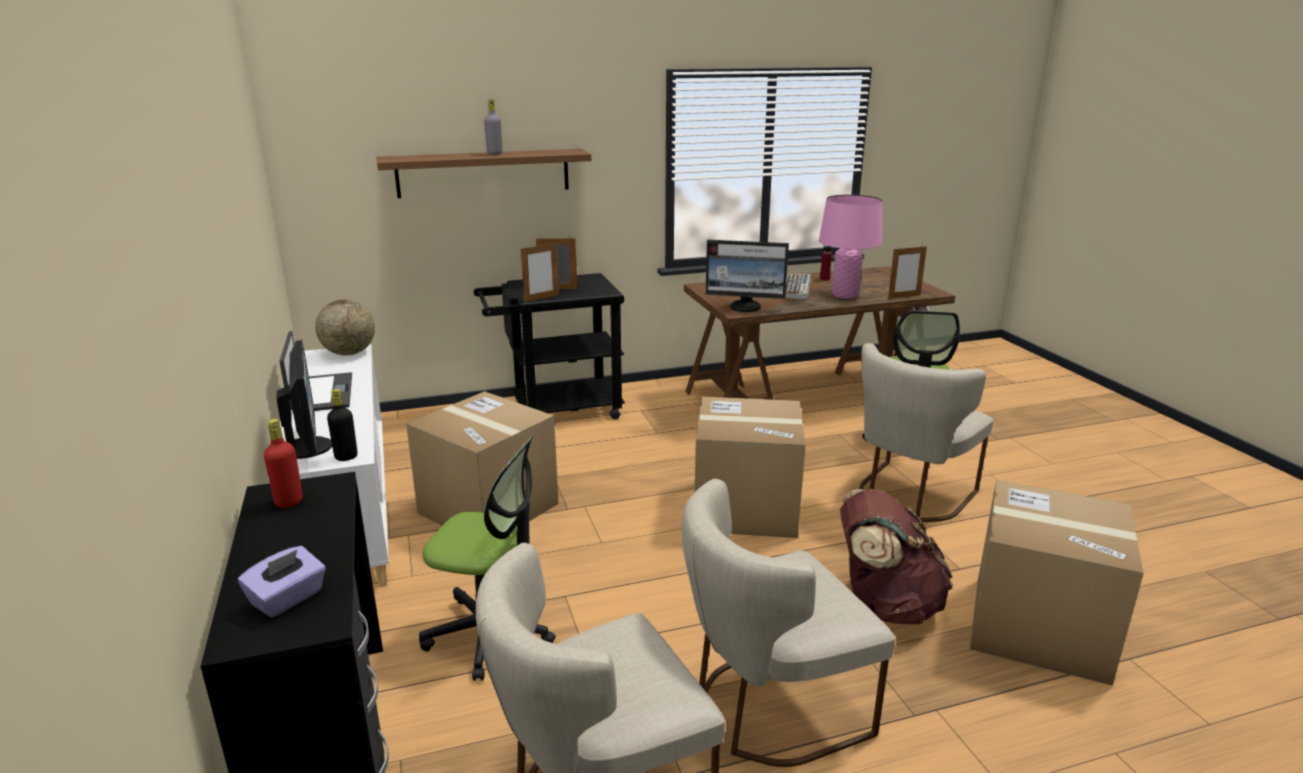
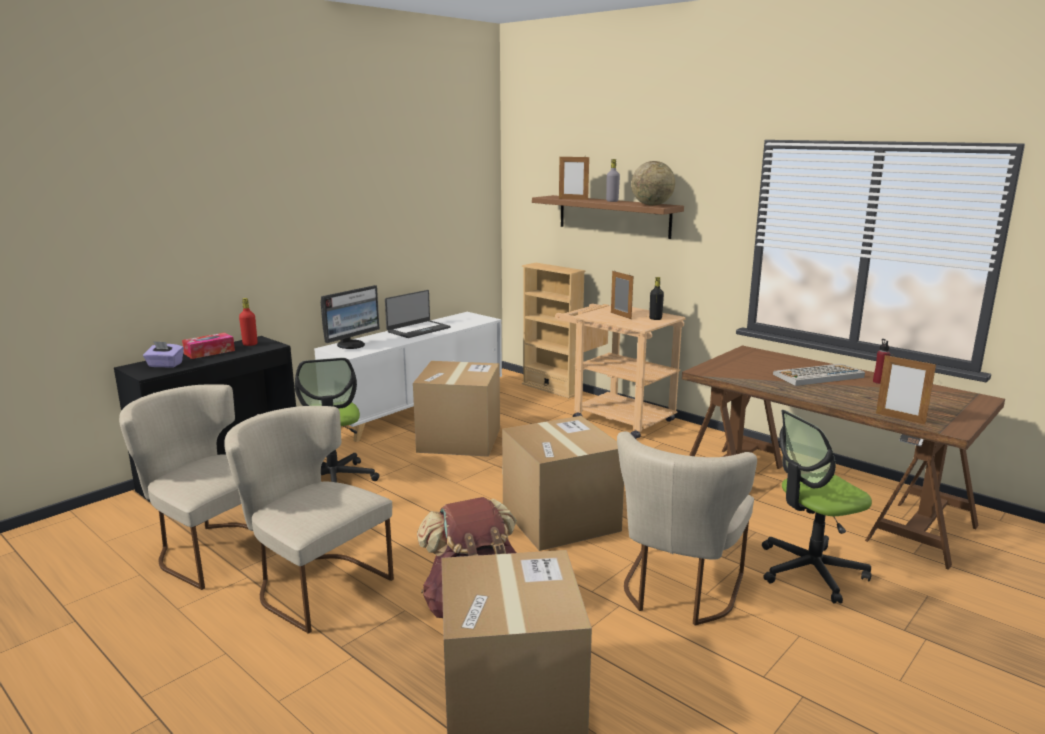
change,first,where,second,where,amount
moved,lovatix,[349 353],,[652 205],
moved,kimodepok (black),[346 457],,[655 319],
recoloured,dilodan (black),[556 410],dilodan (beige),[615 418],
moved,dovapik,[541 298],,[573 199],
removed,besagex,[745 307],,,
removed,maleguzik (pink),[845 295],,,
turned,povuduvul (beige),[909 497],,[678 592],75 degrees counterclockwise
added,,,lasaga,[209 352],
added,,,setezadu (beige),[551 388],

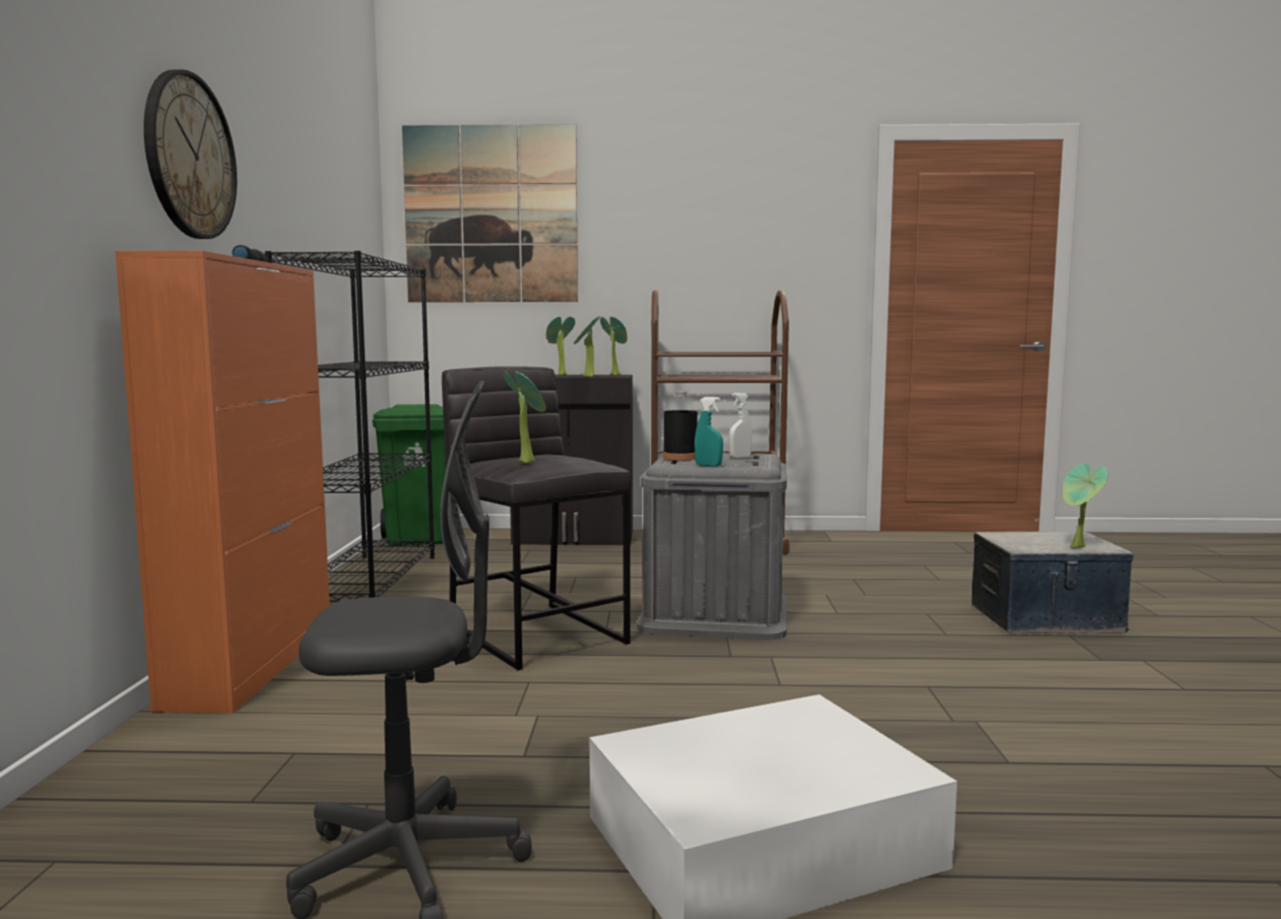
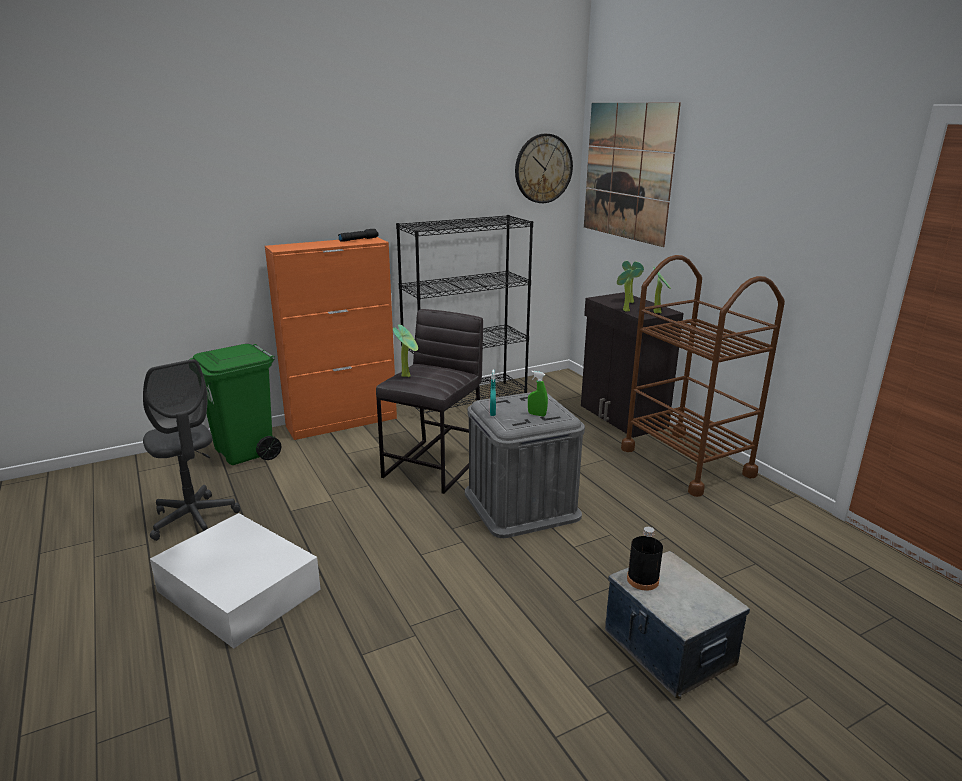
change,first,where,second,where,amount
moved,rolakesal,[190 156],,[543 168],
moved,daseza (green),[420 540],,[245 452],
moved,kimodepok (black),[680 458],,[642 580],
recoloured,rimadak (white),[740 457],rimadak (green),[537 414],
removed,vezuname,[1078 548],,,

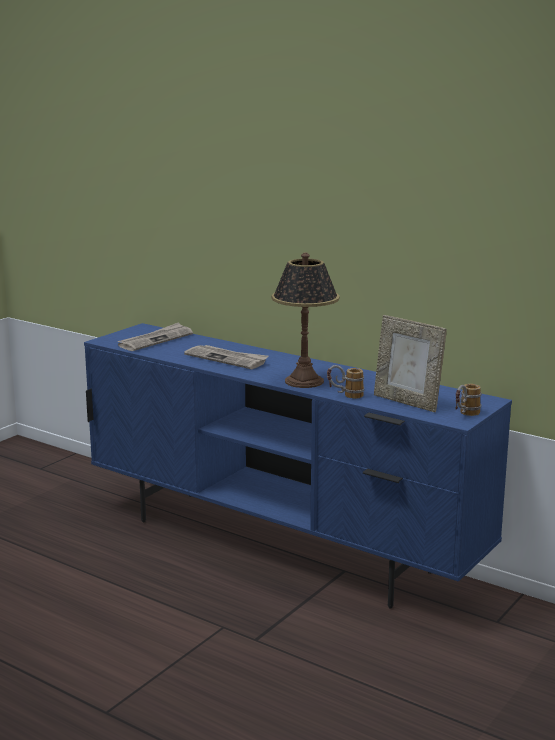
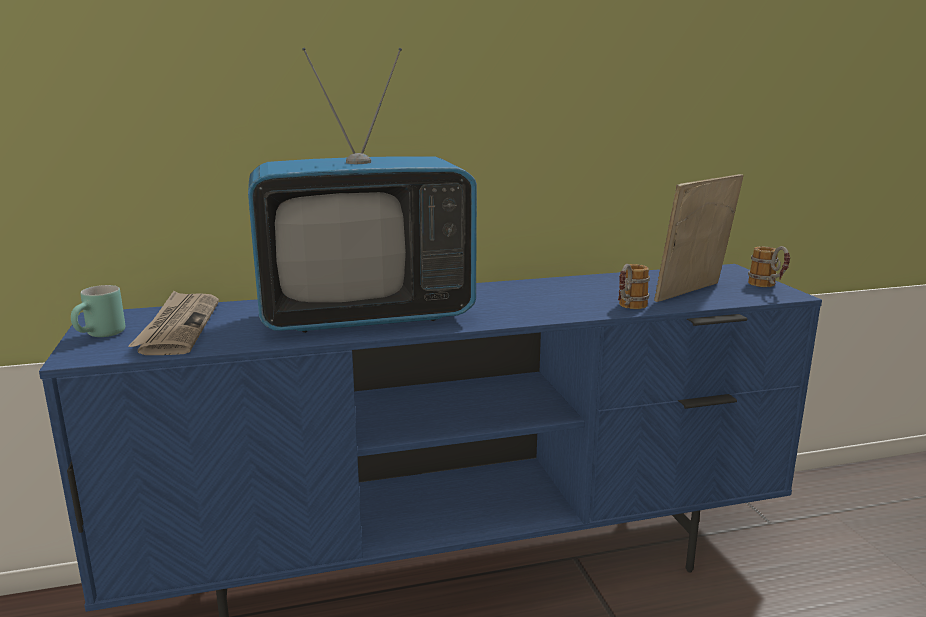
change,first,where,second,where,amount
replaced,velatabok,[227 359],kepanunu,[366 316],
removed,maleguzik,[304 381],,,
turned,dovapik,[407 402],,[693 293],150 degrees clockwise
added,,,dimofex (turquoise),[102 336],

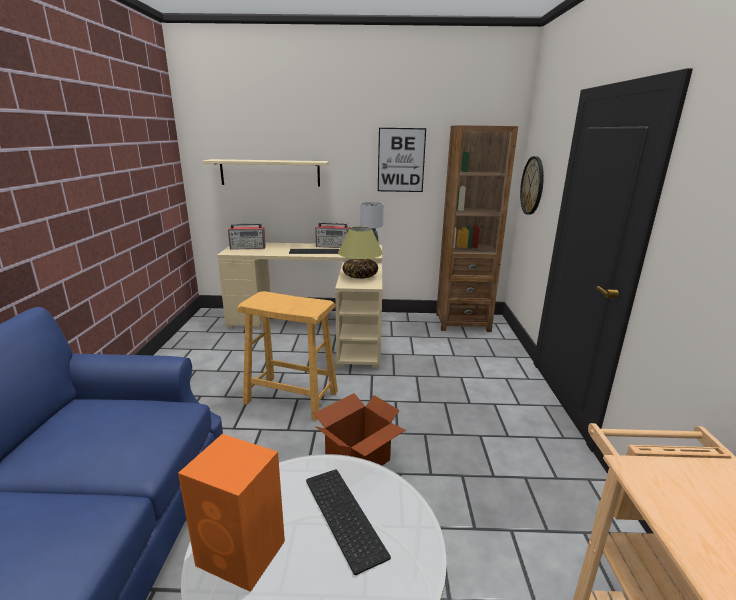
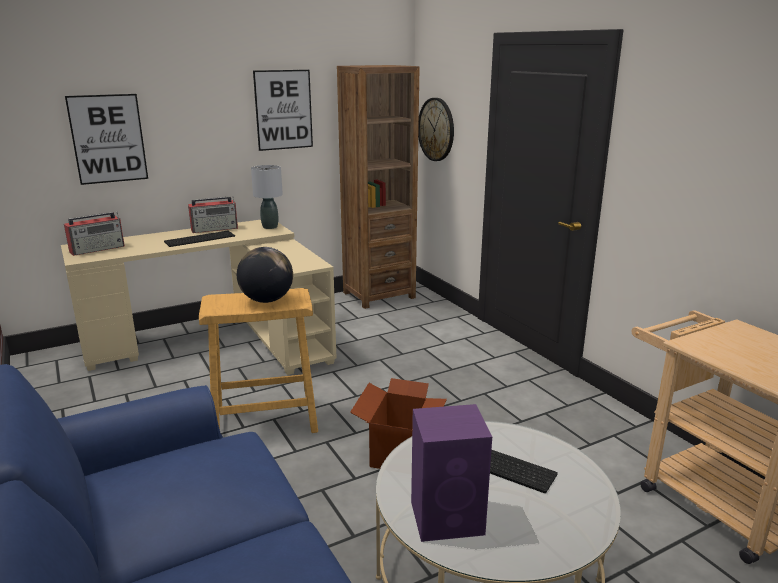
change,first,where,second,where,amount
recoloured,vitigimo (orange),[243 554],vitigimo (purple),[449 518],
replaced,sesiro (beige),[270 173],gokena,[108 139],
removed,maleguzik,[360 276],,,
added,,,lovatix,[267 300],

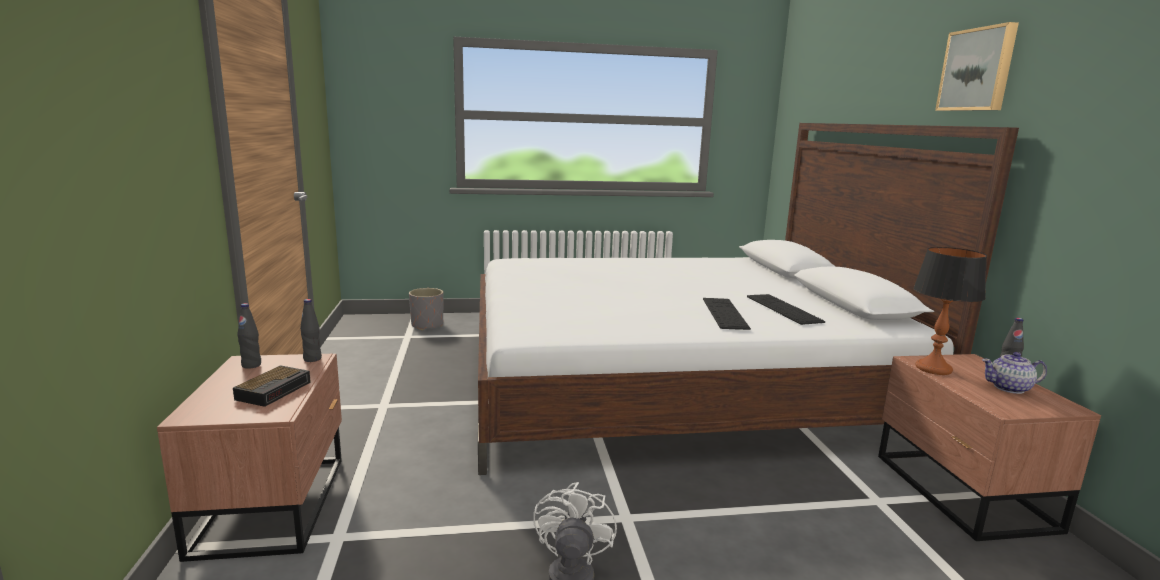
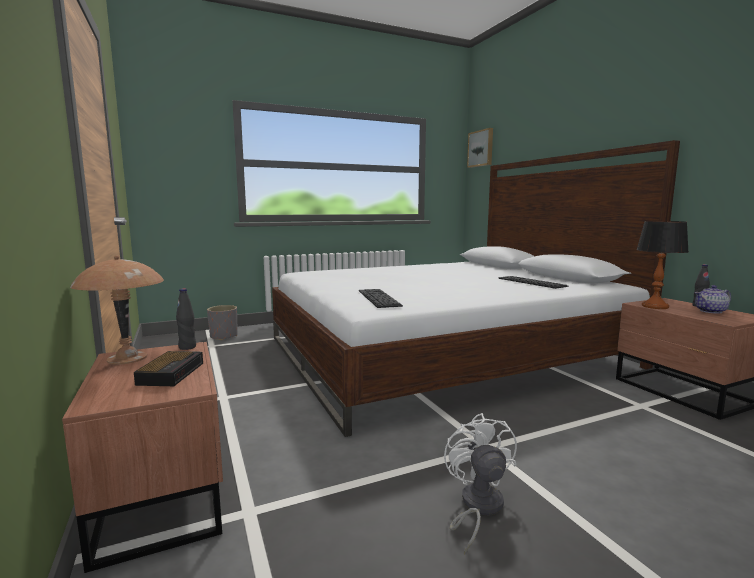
change,first,where,second,where,amount
replaced,kimodepok (black),[251 365],maleguzik (brown),[128 358],
moved,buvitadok,[724 313],,[378 298],
moved,gokena,[978 70],,[481 148],

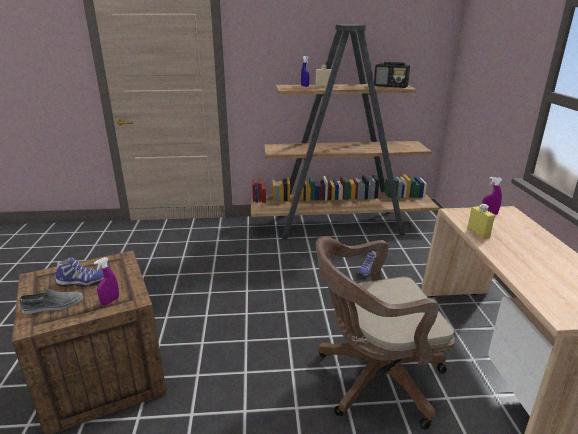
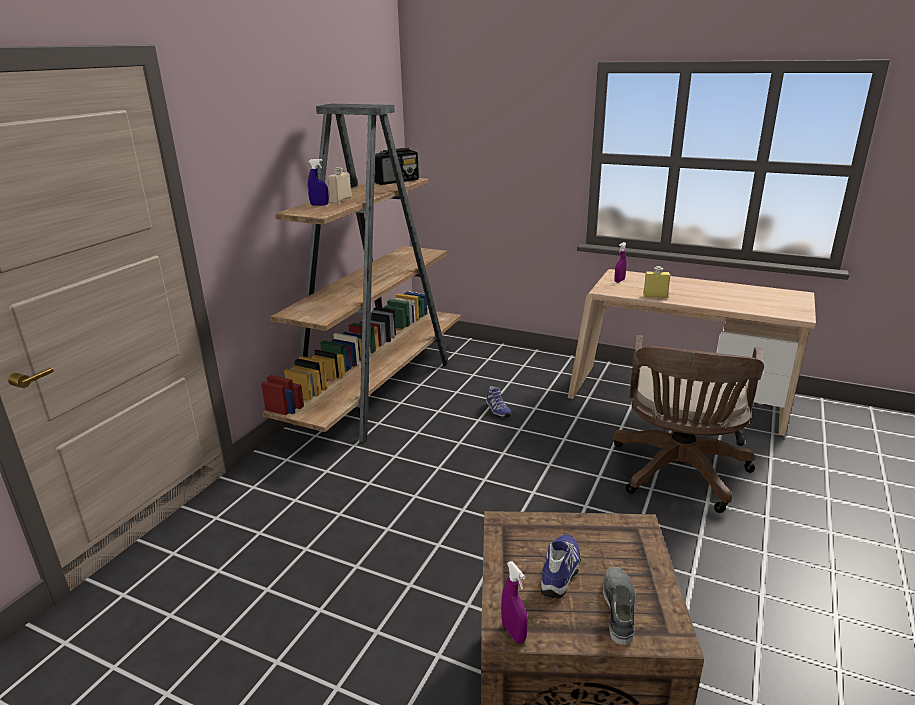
change,first,where,second,where,amount
moved,rimadak (purple),[110 301],,[513 633],

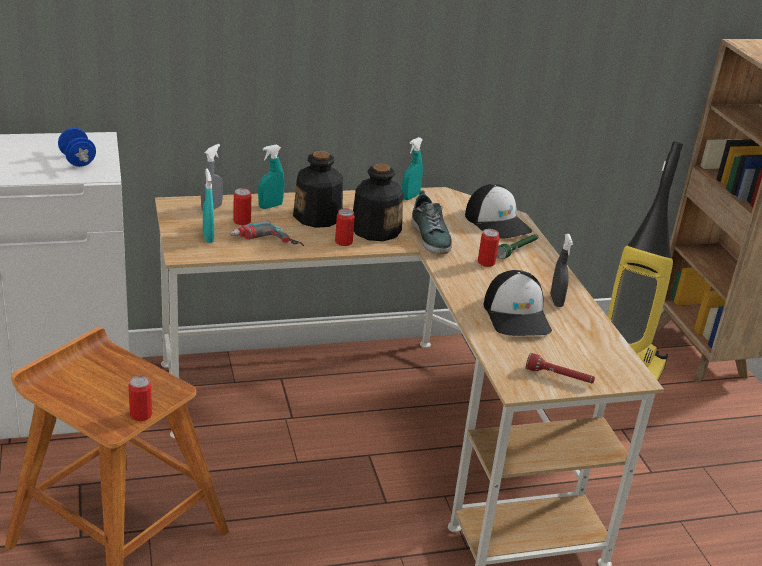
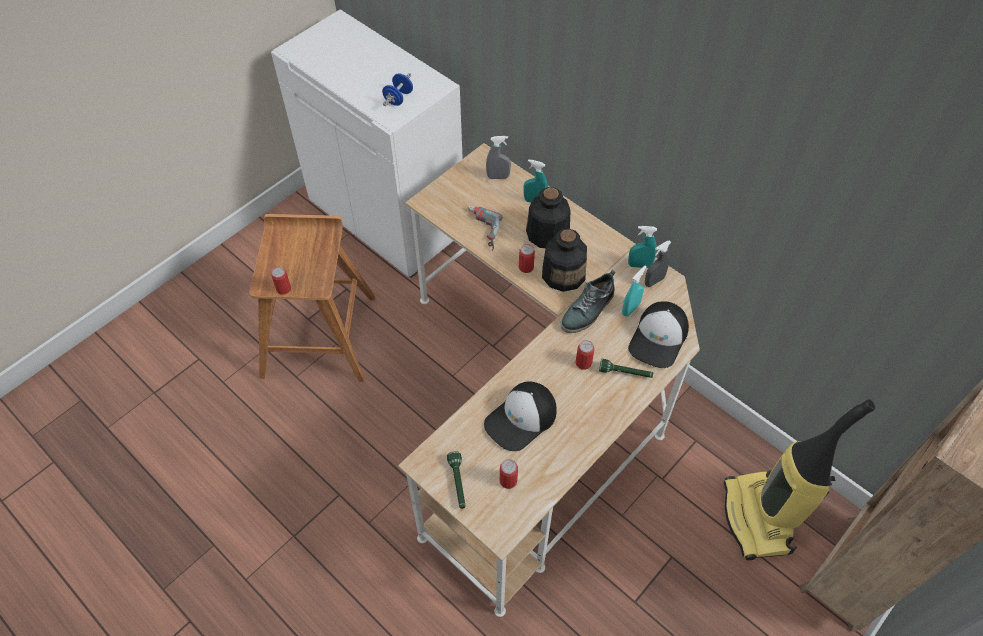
change,first,where,second,where,amount
moved,rimadak (turquoise),[208 237],,[630 309],
moved,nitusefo,[242 221],,[508 480],
recoloured,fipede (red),[559 377],fipede (green),[458 483],
moved,rimadak (grey),[556 301],,[654 281],

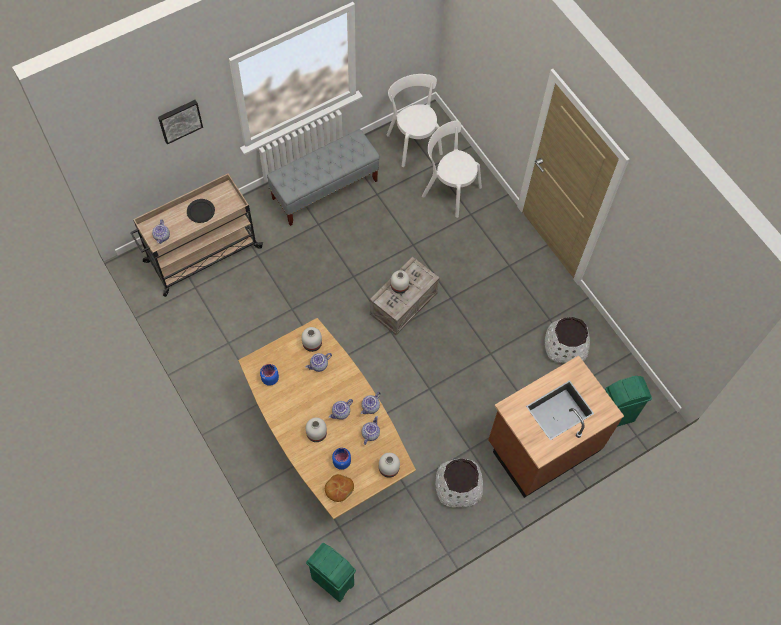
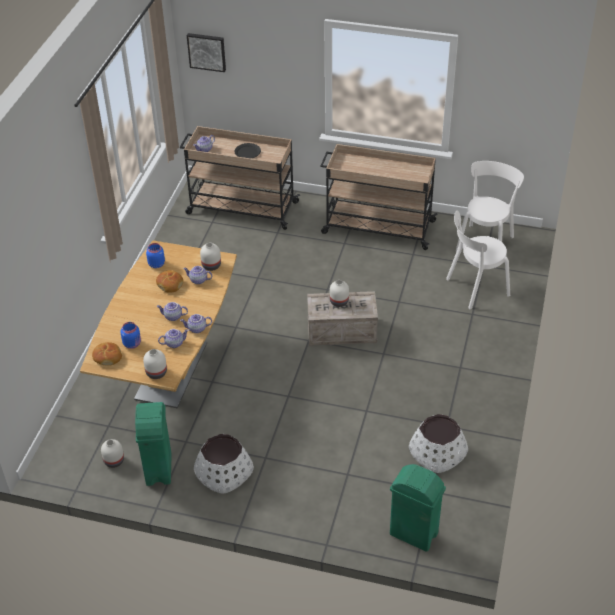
change,first,where,second,where,amount
moved,gokena,[179 120],,[207 51],
replaced,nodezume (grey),[325 190],dilodan (beige),[377 227],
moved,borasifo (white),[316 434],,[113 461],
moved,daseza (green),[333 582],,[158 470],
turned,povuduvul (white),[449 190],,[475 288],105 degrees counterclockwise
removed,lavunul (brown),[542 445],,,
added,,,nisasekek,[170 284],

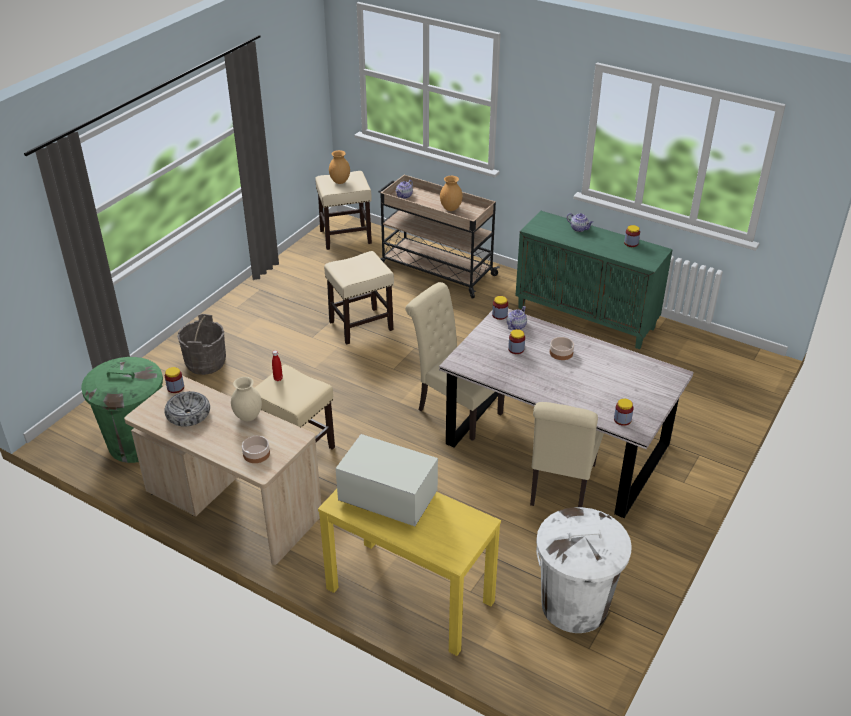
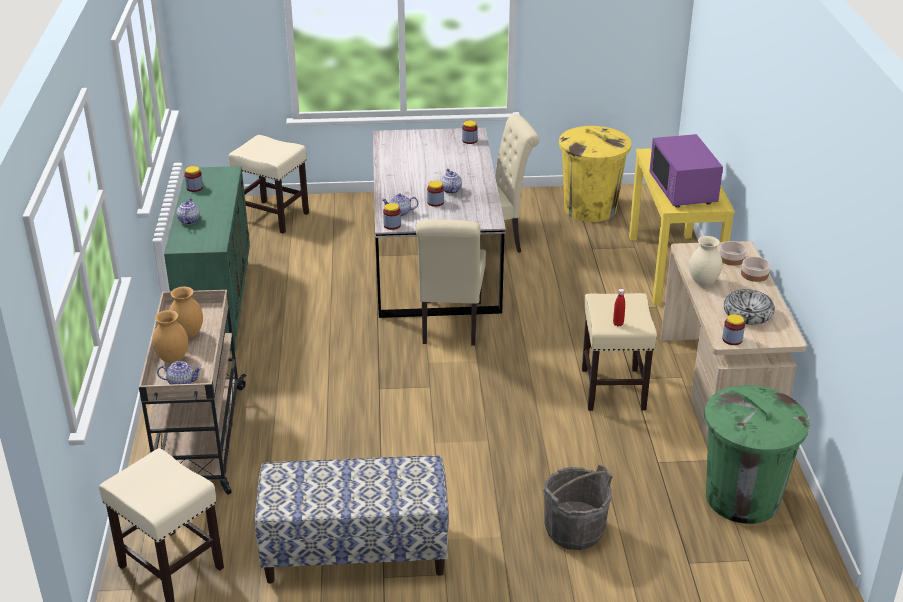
change,first,where,second,where,amount
moved,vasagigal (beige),[361 325],,[272 216],
moved,borasifo (brown),[340 182],,[172 359],
recoloured,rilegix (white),[387 498],rilegix (purple),[683 190],
recoloured,daseza (white),[575 606],daseza (yellow),[590 208],
moved,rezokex,[560 352],,[754 274],
added,,,nodezume,[355 552],
added,,,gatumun,[450 190],

